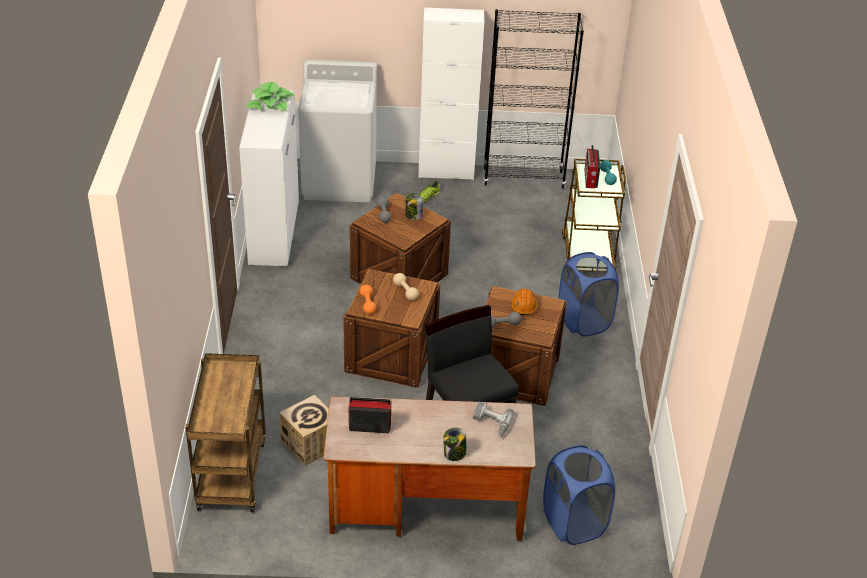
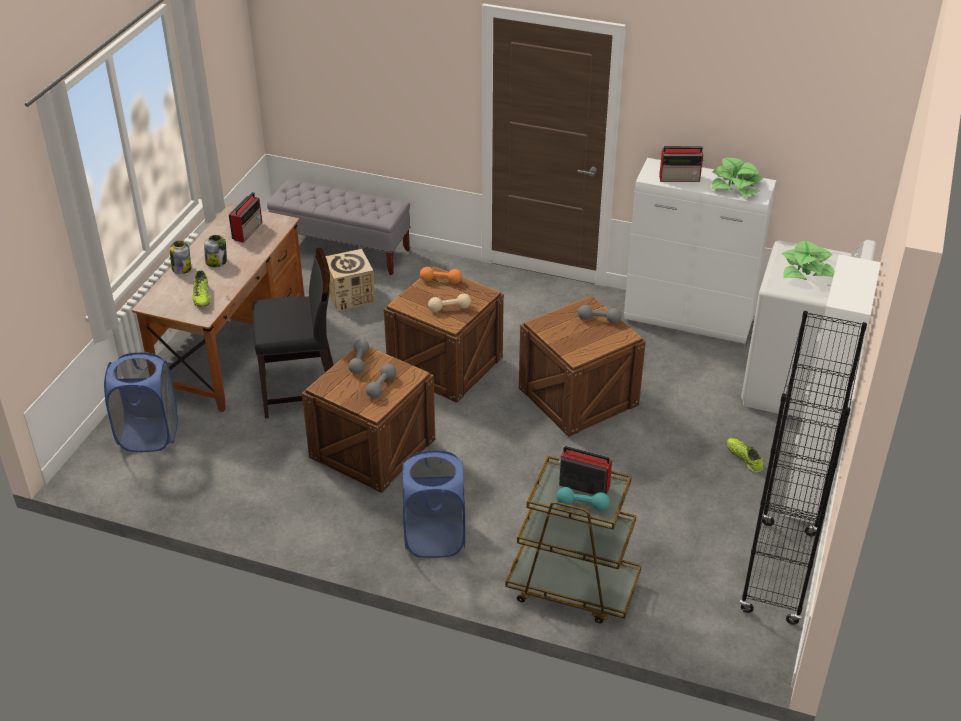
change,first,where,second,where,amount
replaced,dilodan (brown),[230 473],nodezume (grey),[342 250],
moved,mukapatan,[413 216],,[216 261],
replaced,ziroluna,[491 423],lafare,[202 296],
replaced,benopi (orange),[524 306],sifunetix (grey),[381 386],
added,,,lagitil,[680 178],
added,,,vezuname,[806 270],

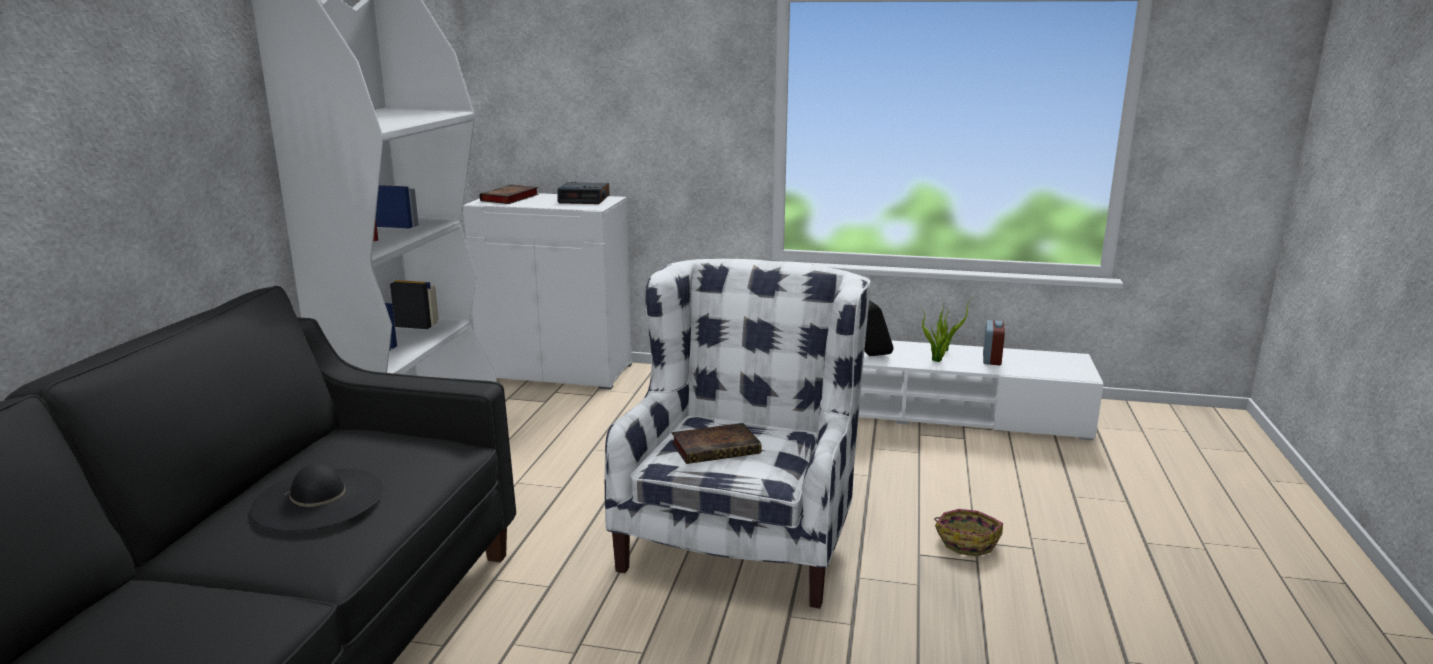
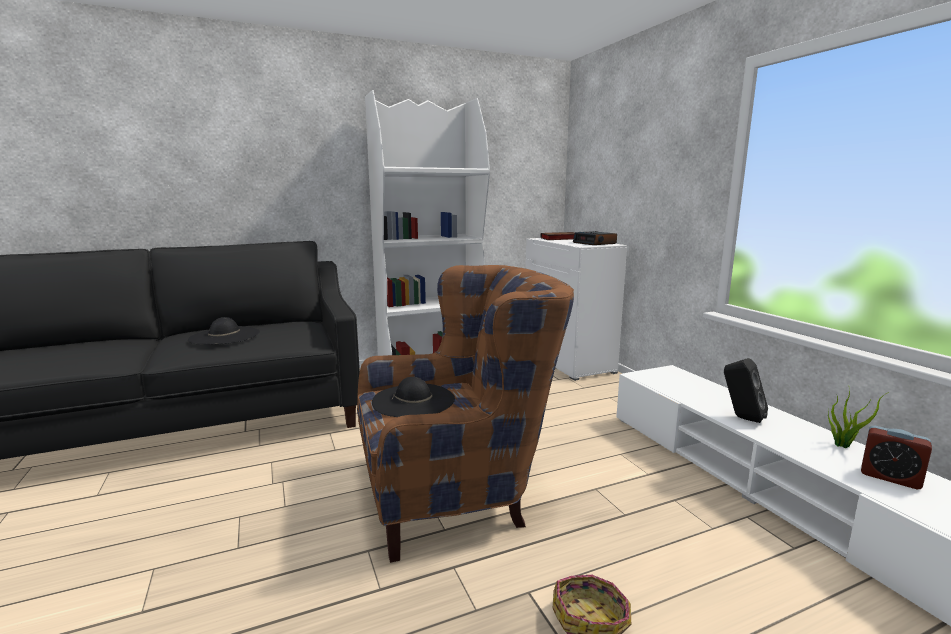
change,first,where,second,where,amount
recoloured,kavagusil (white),[744 534],kavagusil (brown),[459 490],
replaced,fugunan,[717 448],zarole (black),[413 400],
removed,vezuname,[936 360],,,
turned,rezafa,[991 359],,[890 477],60 degrees clockwise

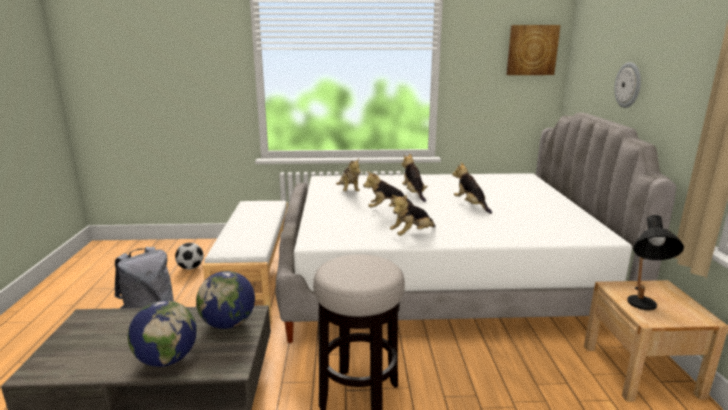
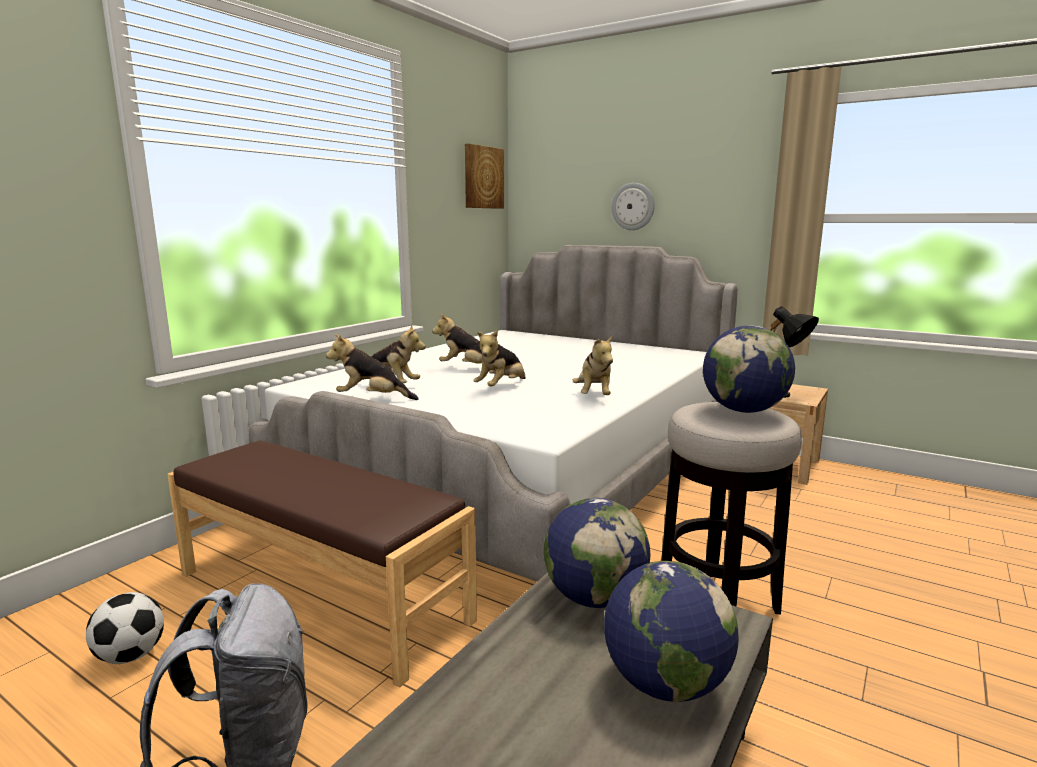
change,first,where,second,where,amount
recoloured,nodezume (white),[257 281],nodezume (brown),[322 595],
moved,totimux,[470 205],,[372 399],
added,,,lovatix,[744 410],

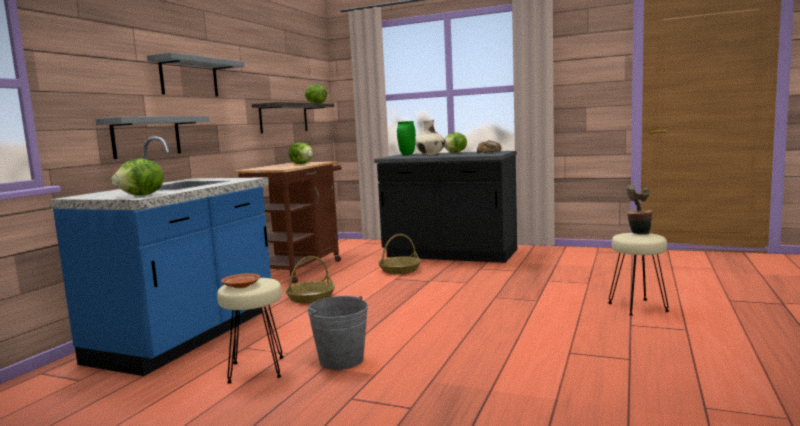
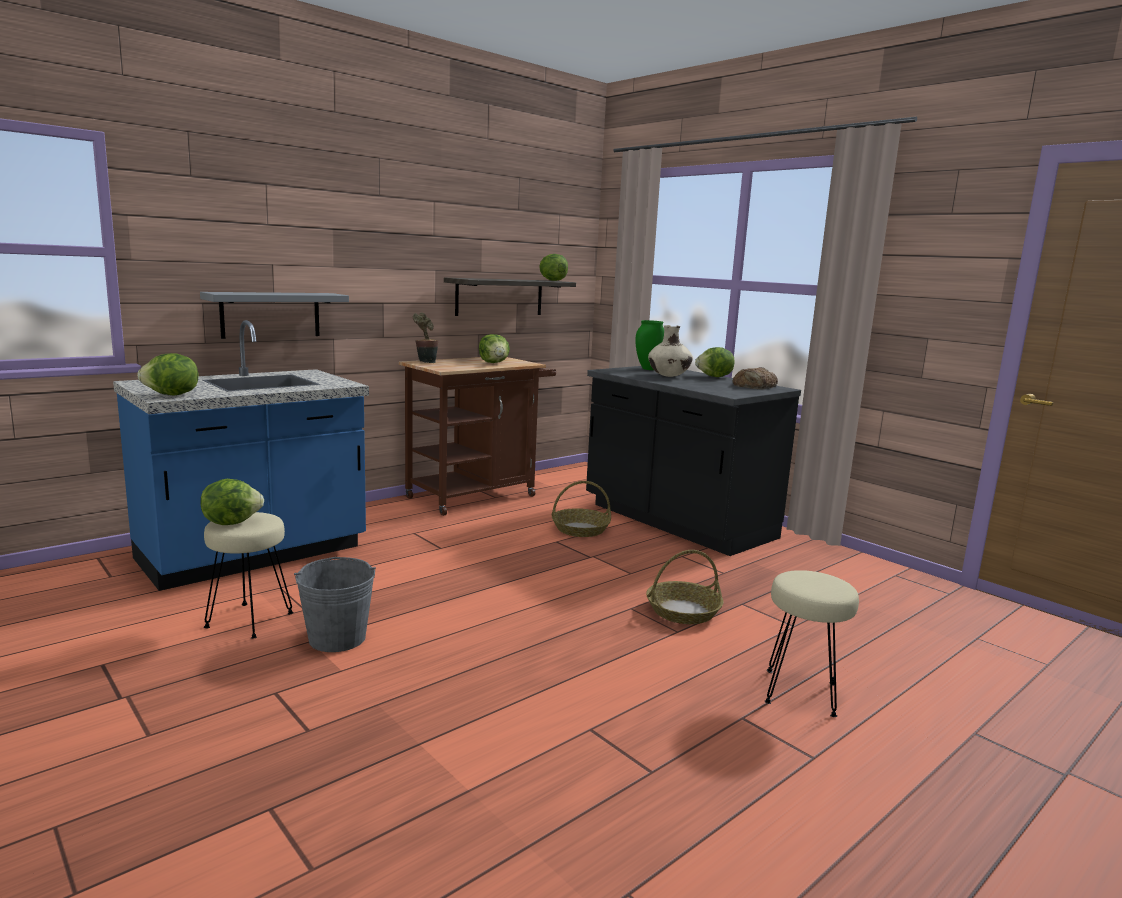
change,first,where,second,where,amount
removed,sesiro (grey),[189 77],,,
replaced,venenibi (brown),[241 286],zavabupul,[231 522],
moved,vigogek,[311 297],,[683 611],
moved,vezuname,[638 234],,[425 362],

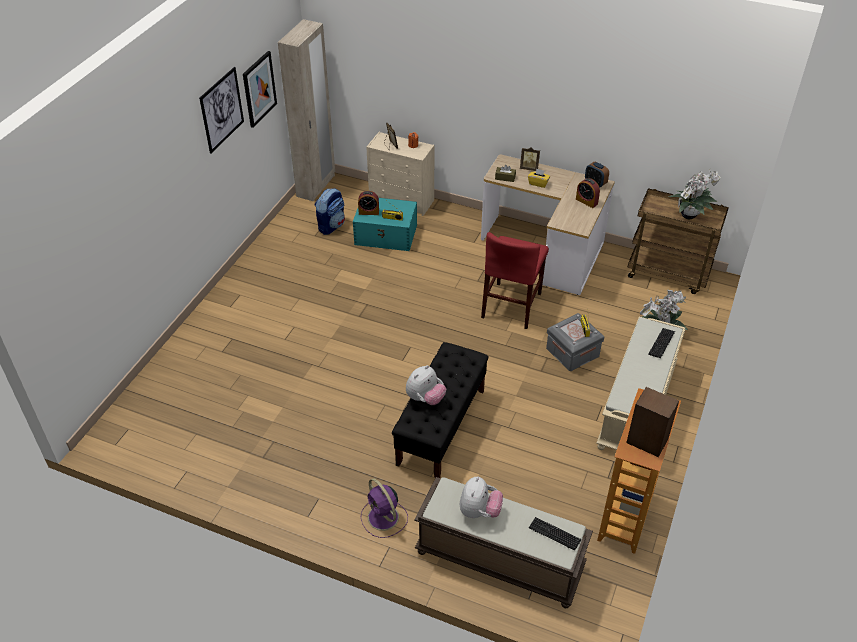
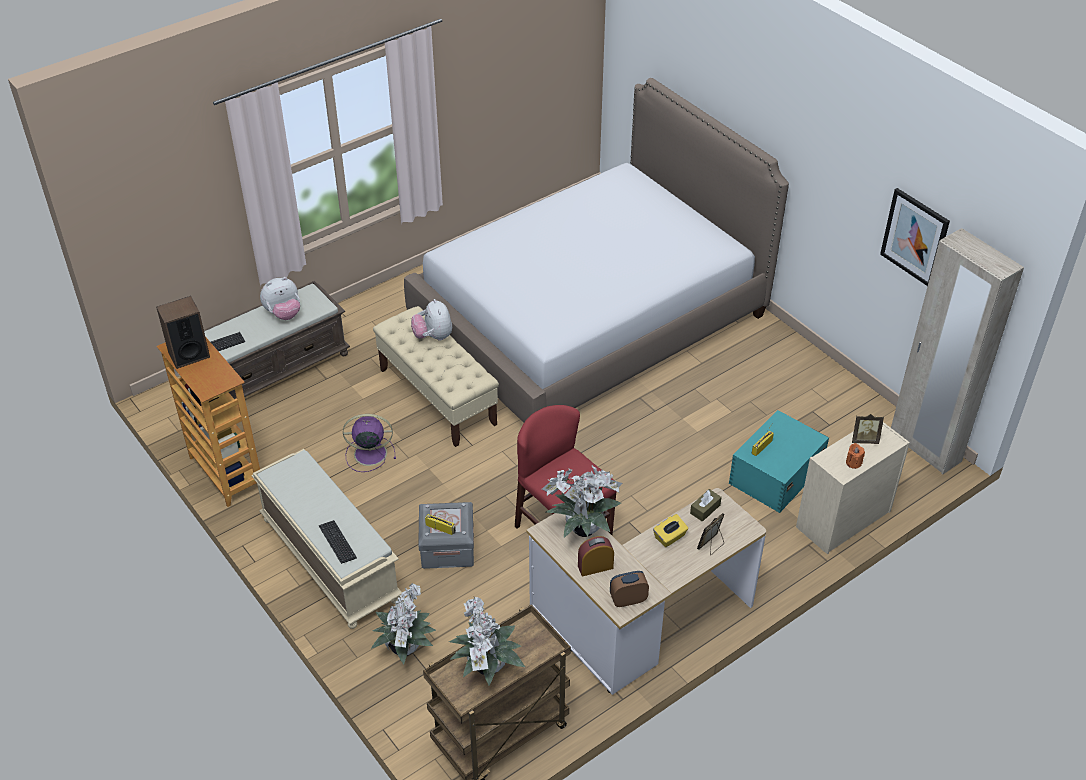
change,first,where,second,where,amount
removed,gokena,[222 110],,,
removed,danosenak,[331 226],,,
removed,rezafa,[369 212],,,
moved,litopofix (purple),[384 518],,[368 454],
recoloured,nodezume (black),[441 426],nodezume (beige),[438 397],
turned,totimux,[479 511],,[283 314],75 degrees counterclockwise
added,,,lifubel,[589 319],
added,,,vezuname,[581 529],

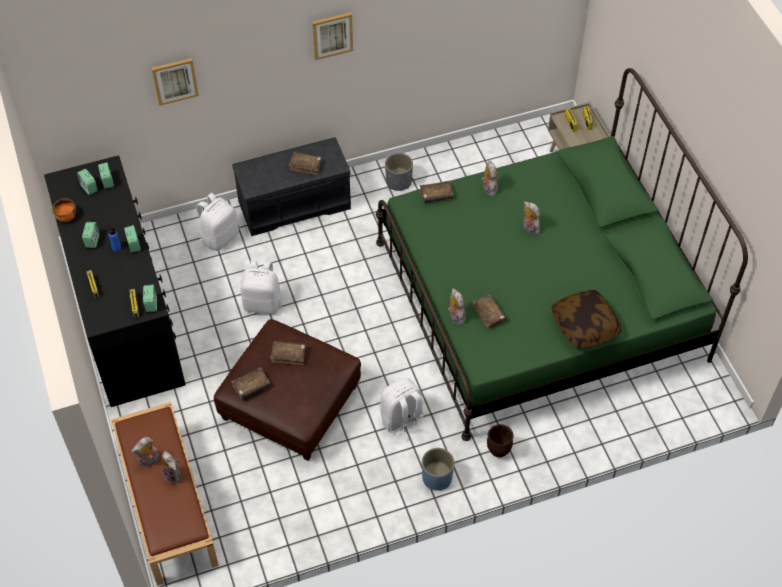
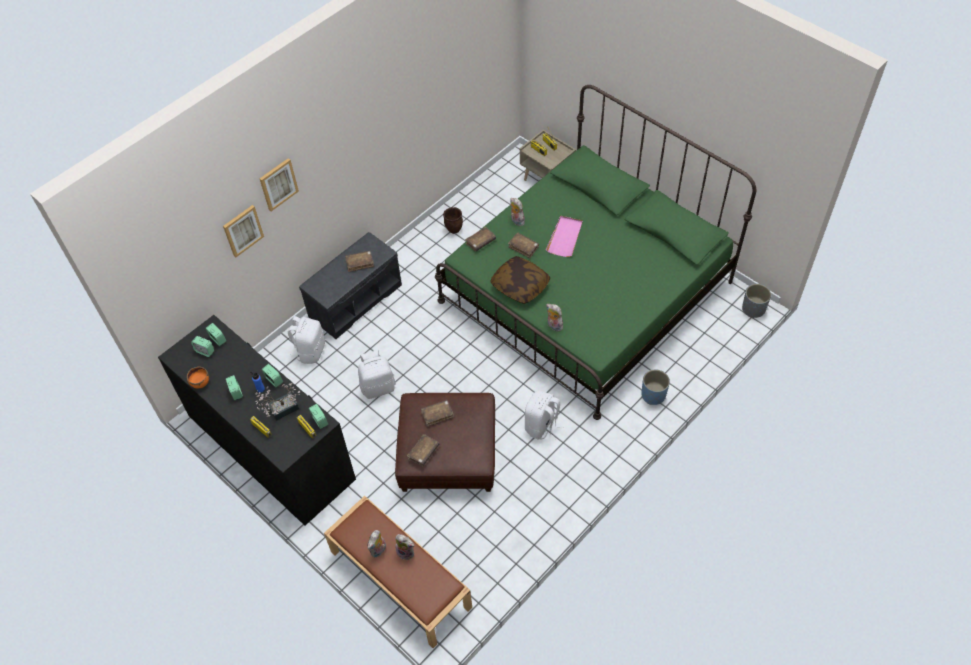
change,first,where,second,where,amount
moved,gokena,[332 35],,[278 184],
moved,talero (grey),[398 182],,[753 309],
moved,talero (blue),[437 478],,[653 395],
moved,fugunan (brown),[489 314],,[523 247],
moved,talero (brown),[498 450],,[454 229],
replaced,totimux,[529 228],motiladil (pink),[565 237],
moved,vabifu,[584 326],,[520 286],
added,,,vezuname,[281 410],

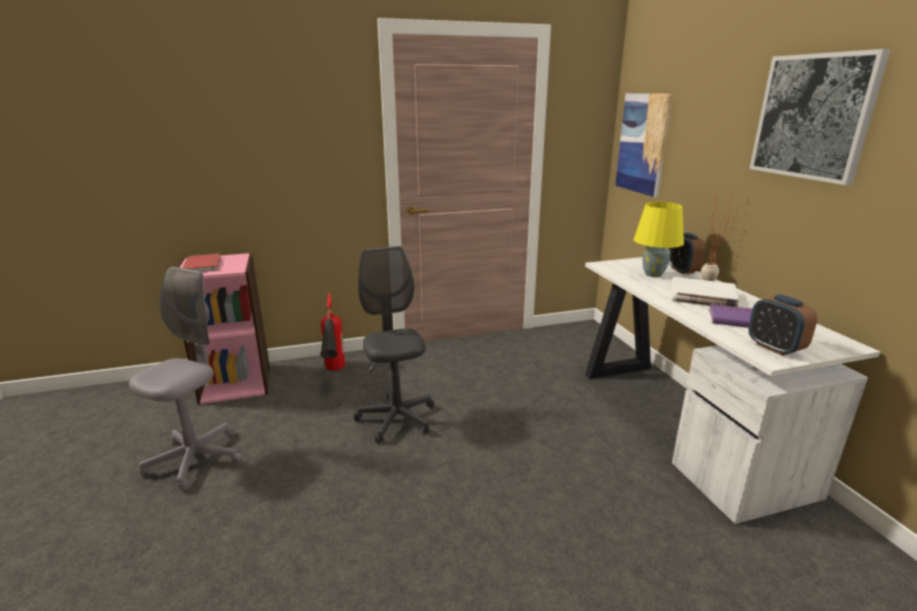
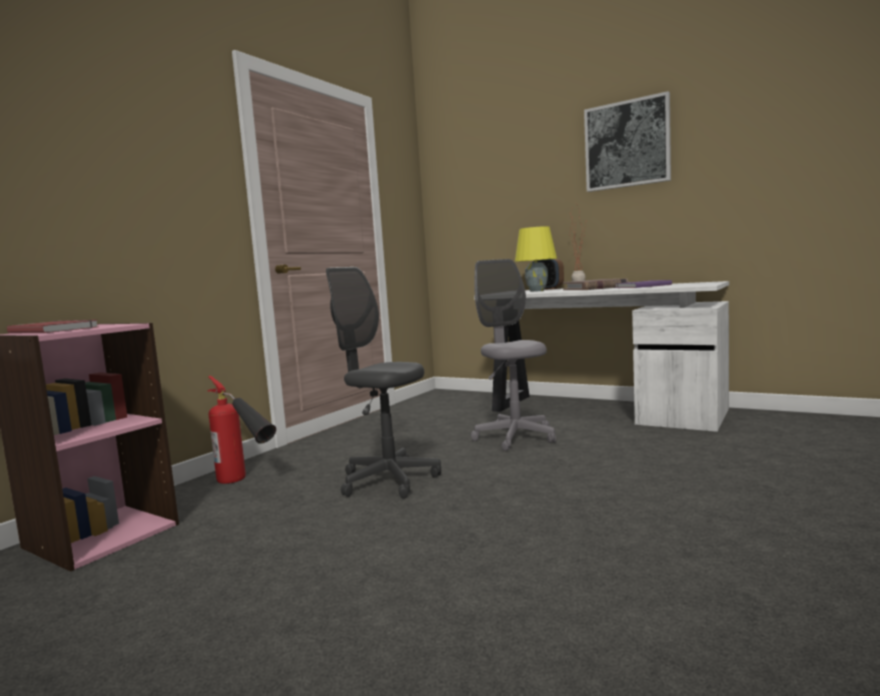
change,first,where,second,where,amount
moved,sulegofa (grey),[196 459],,[515 437],
removed,gokena,[643 143],,,
recoloured,fugunan (white),[702 297],fugunan (brown),[595 288],
removed,rezafa,[774 348],,,

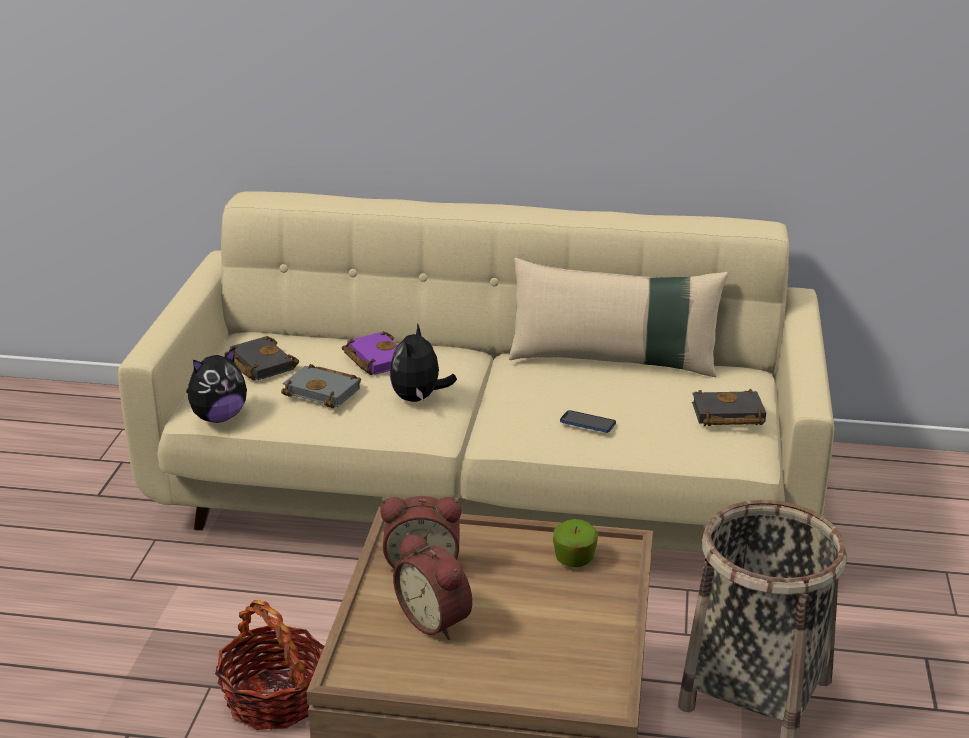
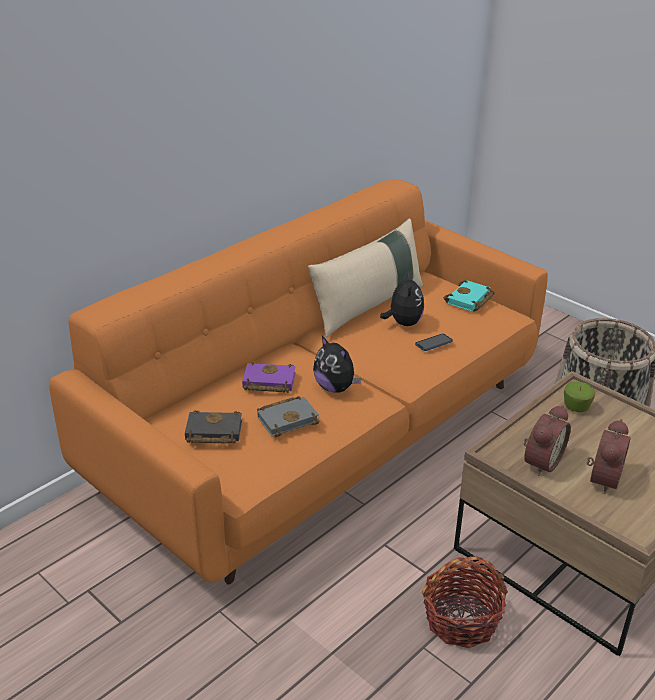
change,first,where,second,where,amount
recoloured,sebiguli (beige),[486 491],sebiguli (orange),[325 434],
moved,totimux,[218 417],,[403 323],
turned,rezafa,[437 619],,[601 478],60 degrees counterclockwise
recoloured,fugunan (black),[726 415],fugunan (turquoise),[469 300],

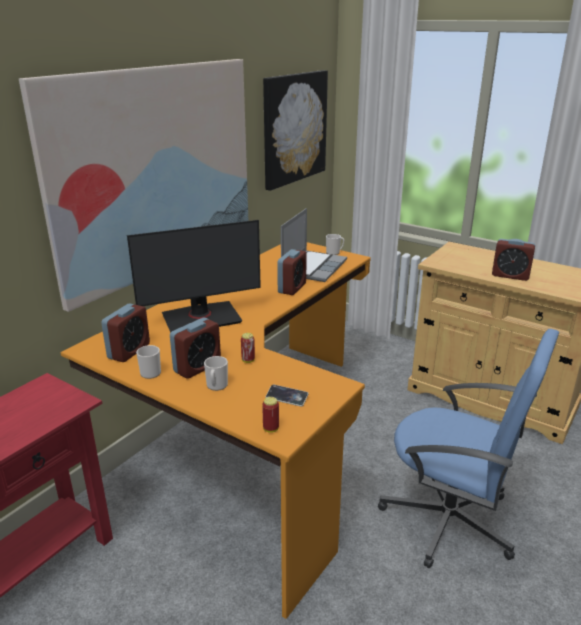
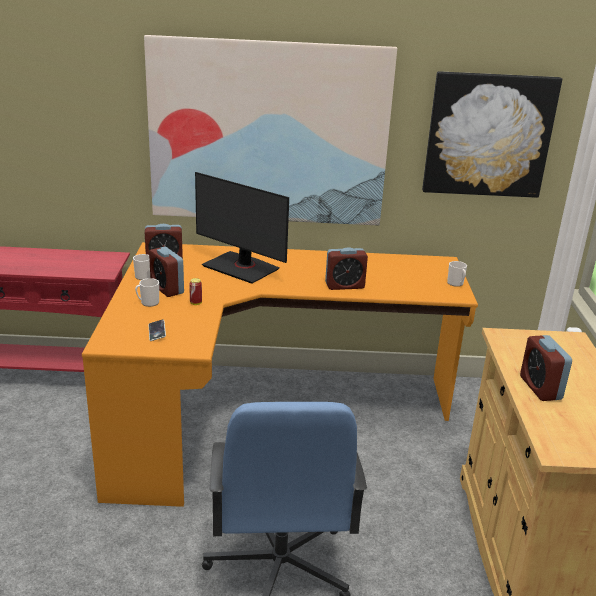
change,first,where,second,where,amount
turned,rezafa,[197 367],,[167 289],45 degrees clockwise
removed,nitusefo,[271 429],,,
removed,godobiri,[313 267],,,

